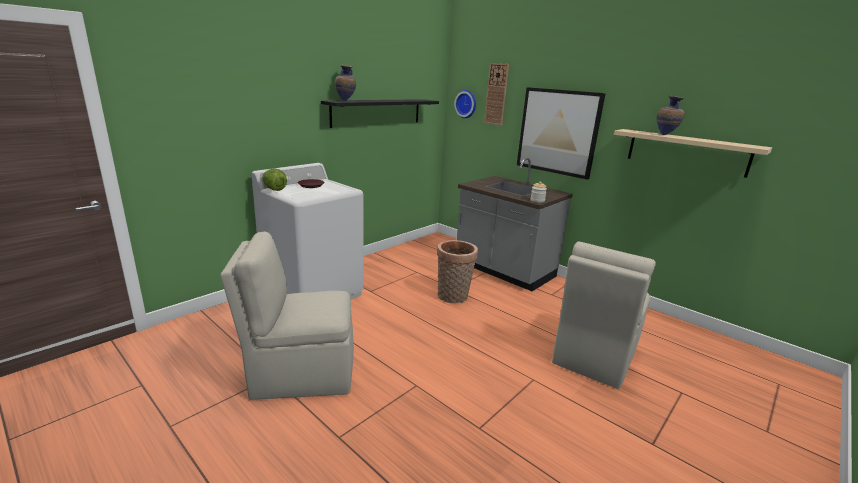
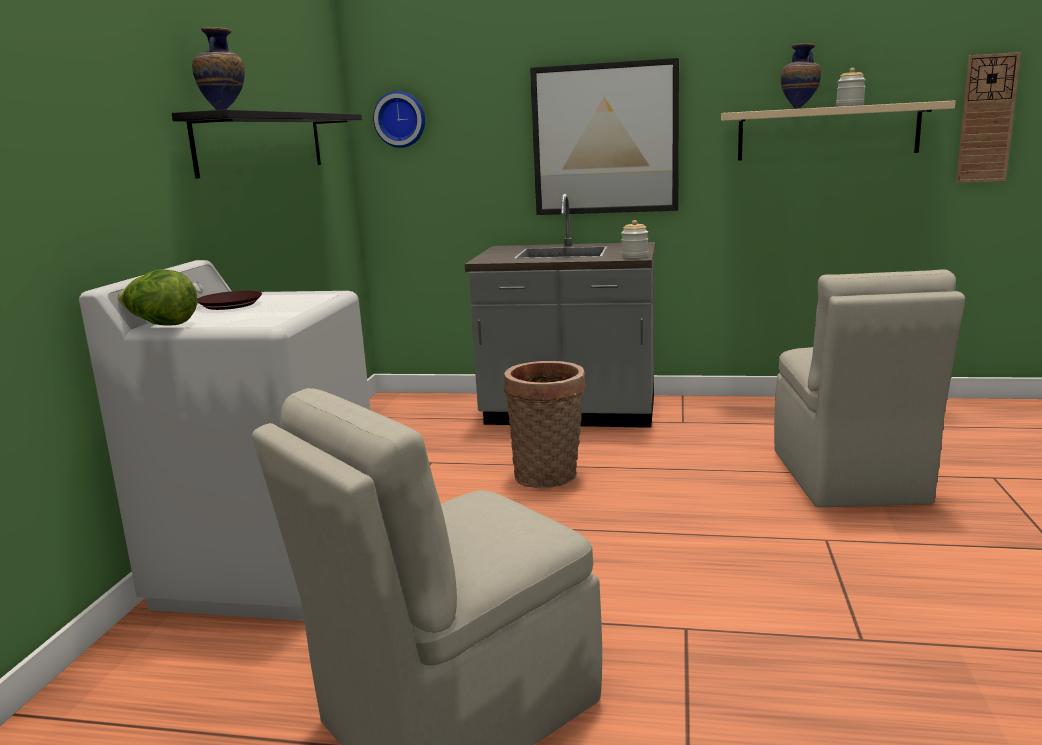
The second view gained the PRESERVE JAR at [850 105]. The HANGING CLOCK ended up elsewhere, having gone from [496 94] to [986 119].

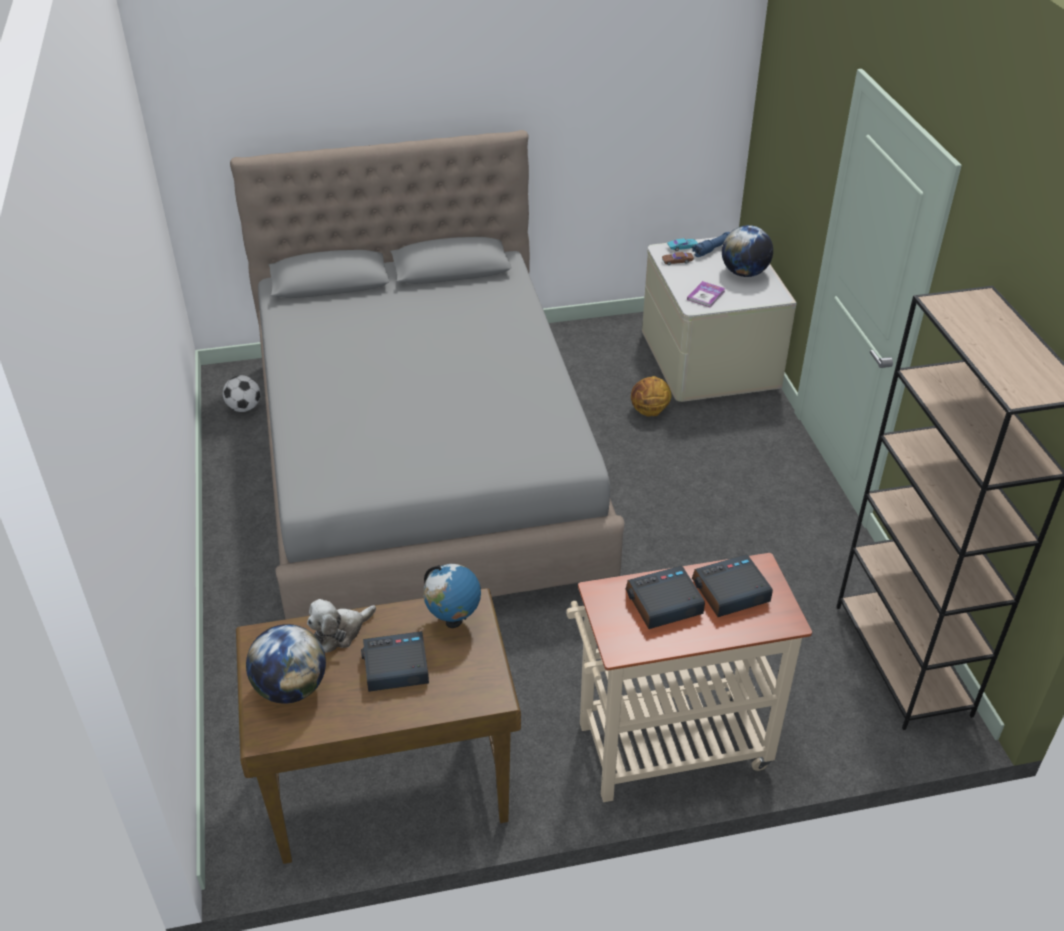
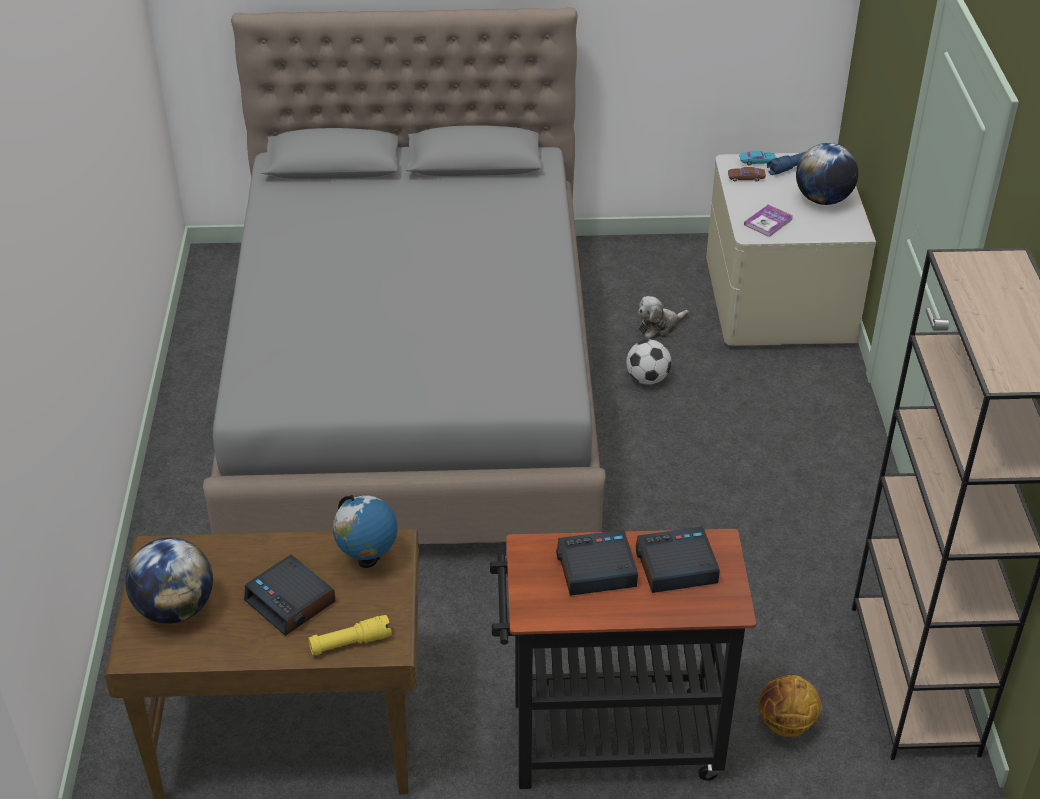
The ALARM CLOCK at [395 667] ended up facing another way, 135 degrees counterclockwise from before. The second view gained the YELLOWISH FLASHLIGHT at [350 643]. What was the BEIGE TROLLEY at [670 747] turned into the BLACKISH TROLLEY at [611 740]. The FOOTBALL BALL ended up elsewhere, having gone from [244 408] to [647 379]. The CUDDLY TOY ended up elsewhere, having gone from [340 632] to [659 327]. The BALL FOR BASKETBALL ended up elsewhere, having gone from [649 411] to [785 724].

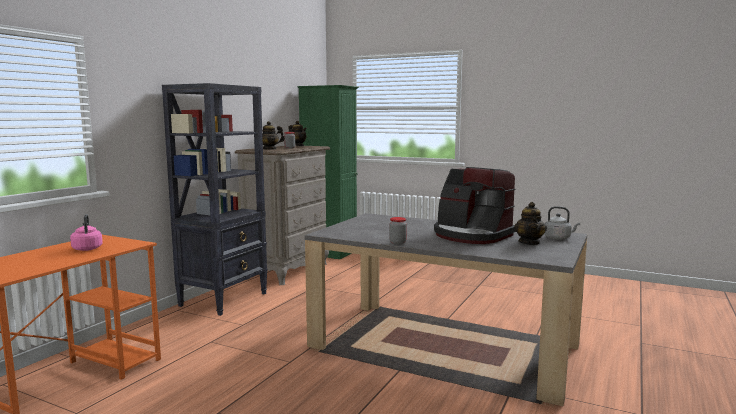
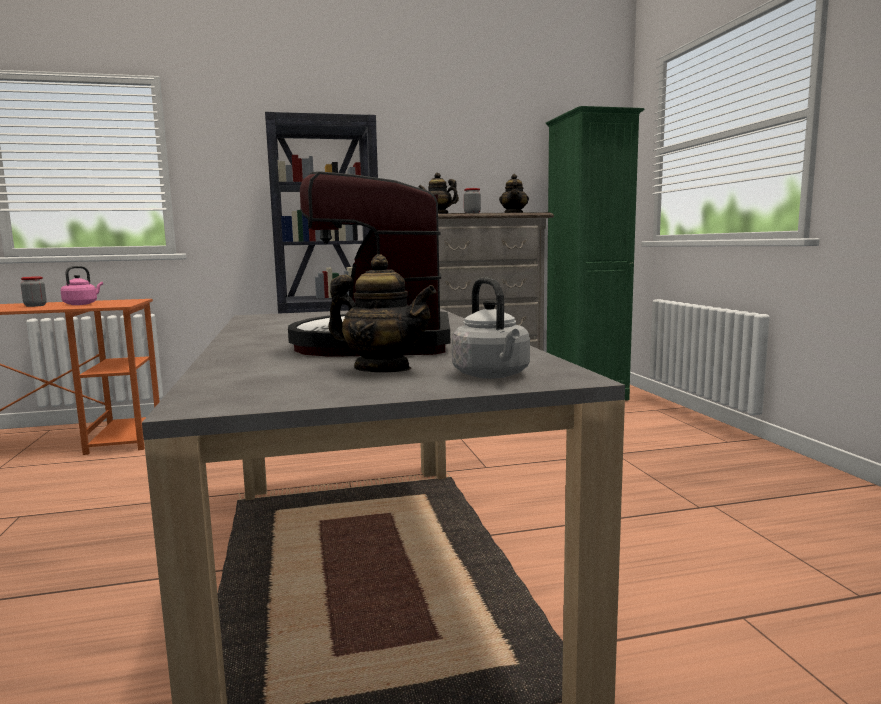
The PRESERVE JAR ended up elsewhere, having gone from [397 242] to [35 306]. The POT FOR TEA at [529 243] ended up facing another way, 120 degrees counterclockwise from before.

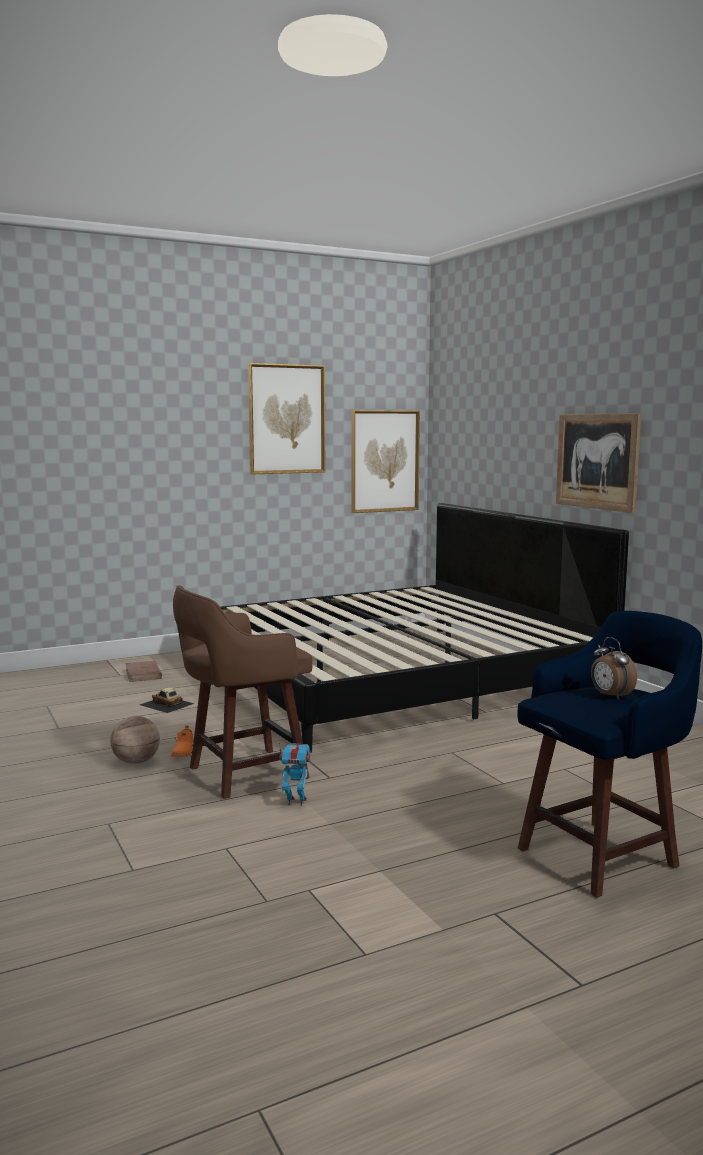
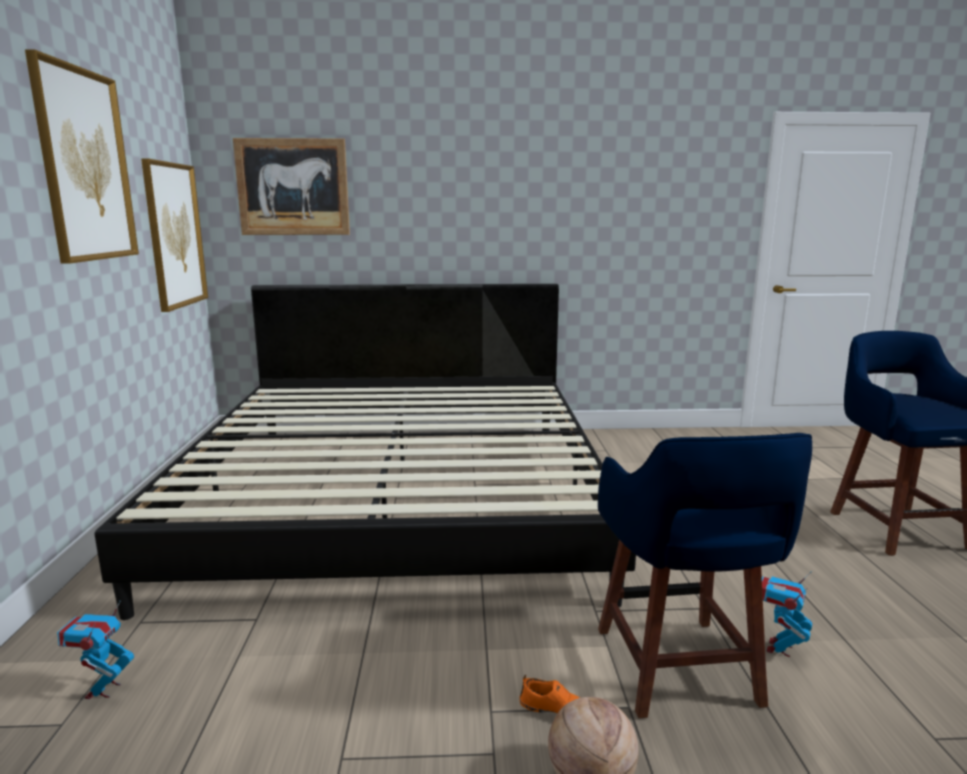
Where the BROWN BOUND BOOK stood at [143 674], the TOY ROBOT came to stand at [103 690]. The WALL PICTURE ended up elsewhere, having gone from [597 461] to [293 187]. What was the BROWN SITTING STOOL at [243 774] turned into the BLUISH SITTING STOOL at [678 671]. The second view lost the MODEL CAR at [166 704]. The second view lost the ALARM CLOCK at [610 696].

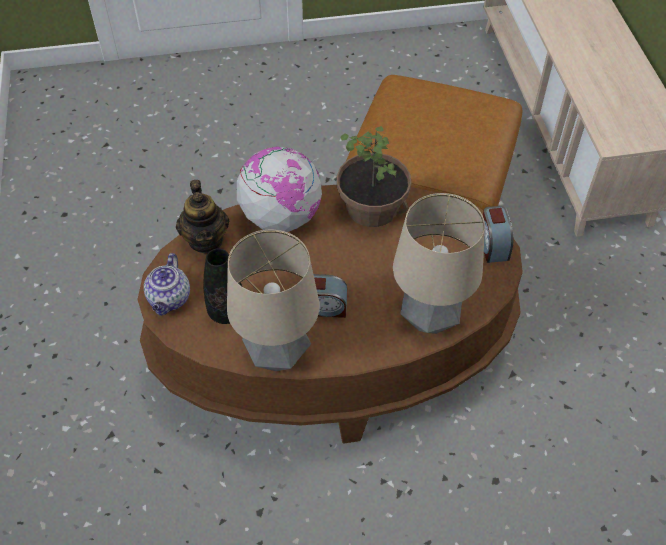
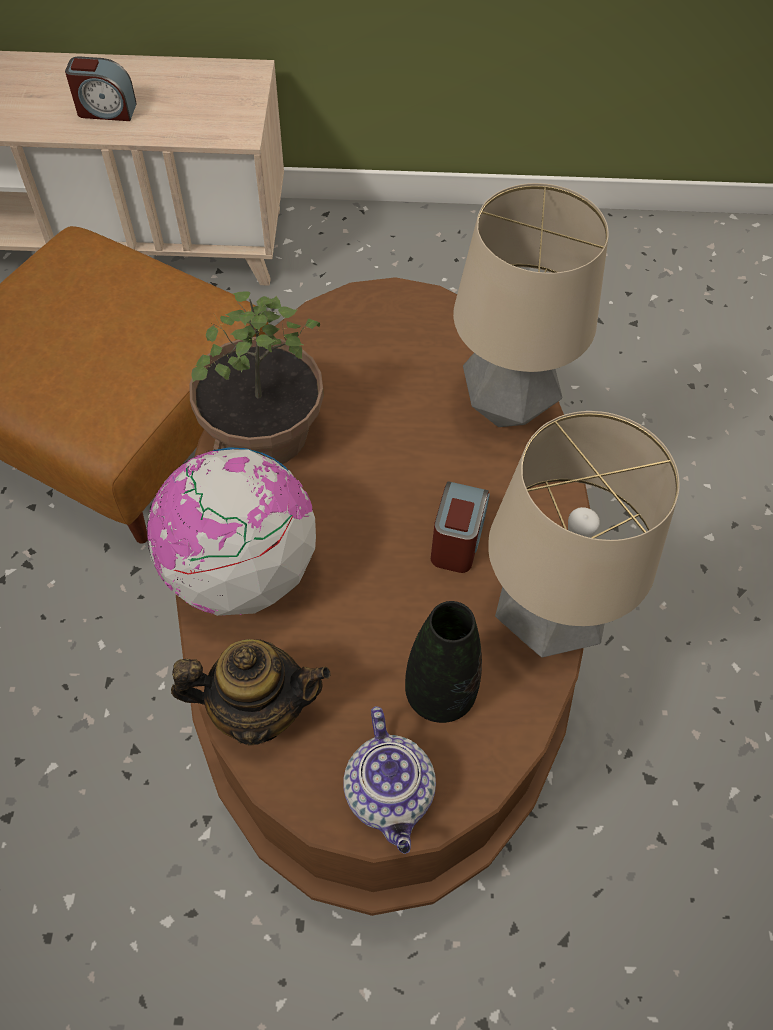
The ALARM CLOCK ended up elsewhere, having gone from [493 245] to [106 110]. The POT FOR TEA at [169 299] ended up facing another way, 60 degrees clockwise from before.

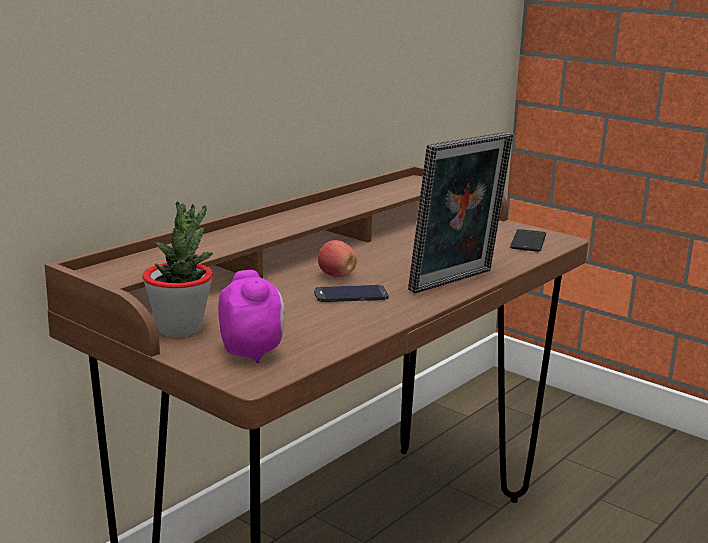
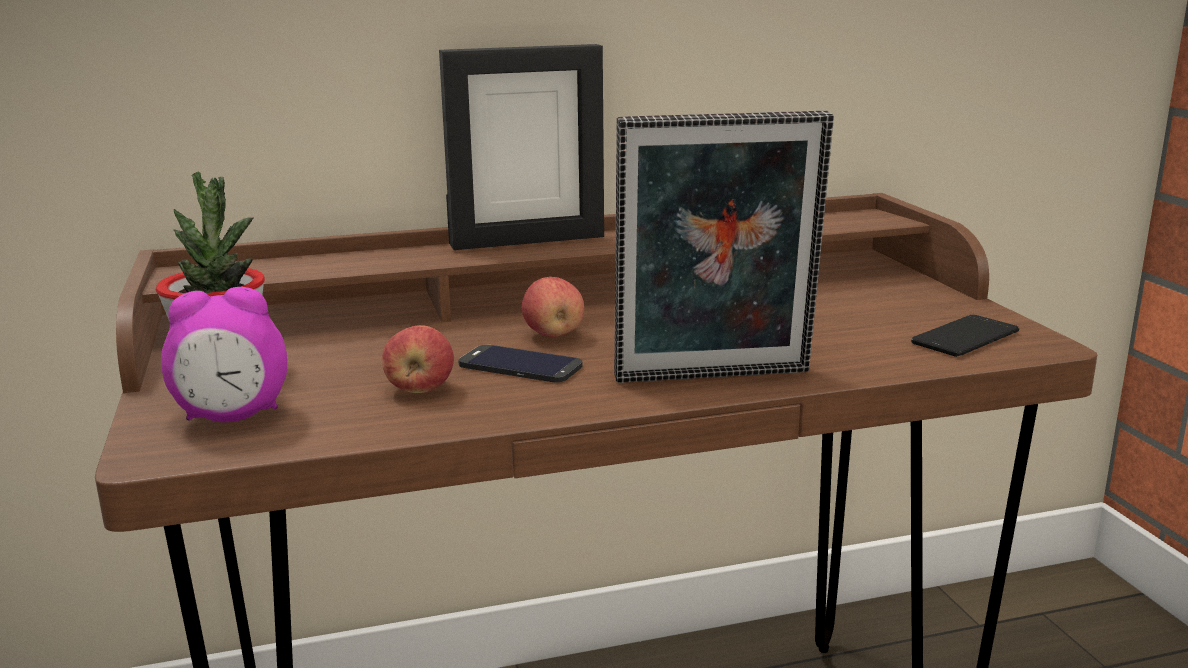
The ALARM CLOCK at [252 353] ended up facing another way, 60 degrees clockwise from before. The second view gained the APPLE FRUIT at [420 389]. The second view gained the PICTURE FRAME at [527 240].

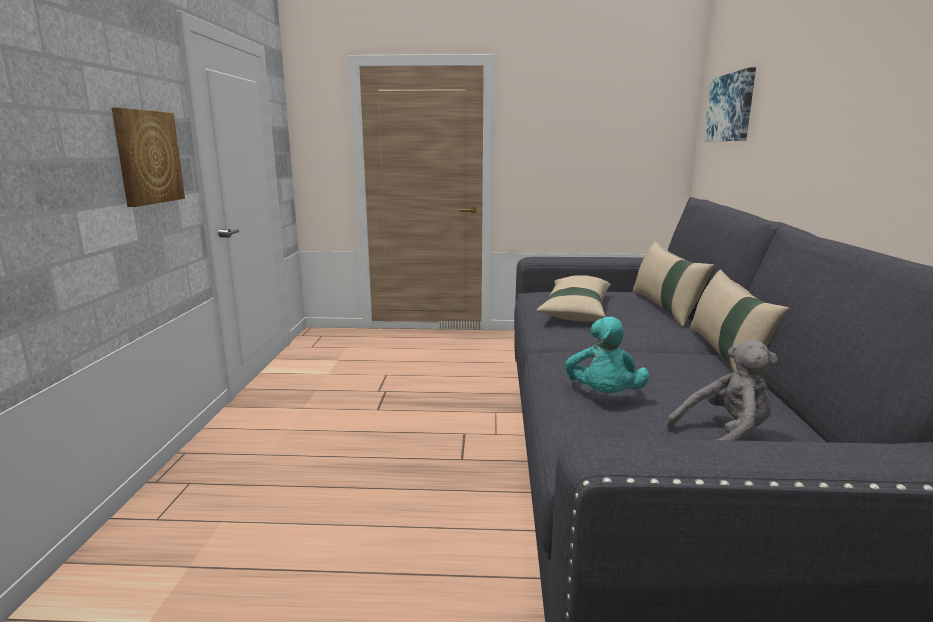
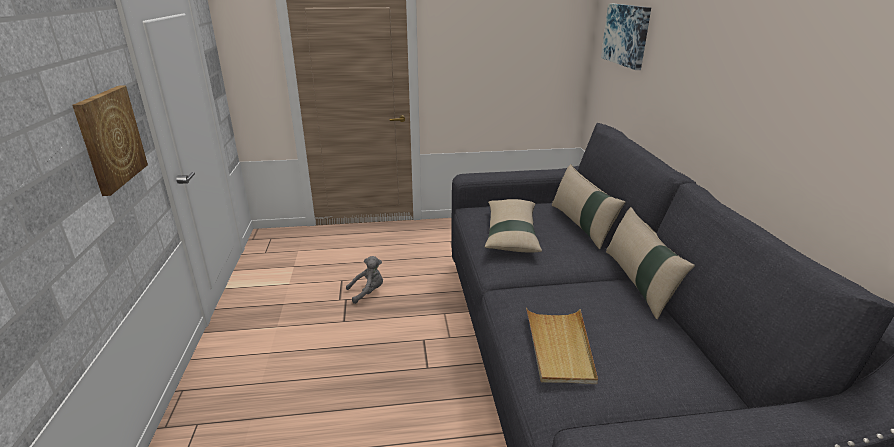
The GREY CUDDLY TOY ended up elsewhere, having gone from [724 437] to [368 292]. Where the TURQUOISE CUDDLY TOY stood at [603 396], the BEIGE SERVING TRAY came to stand at [559 347].

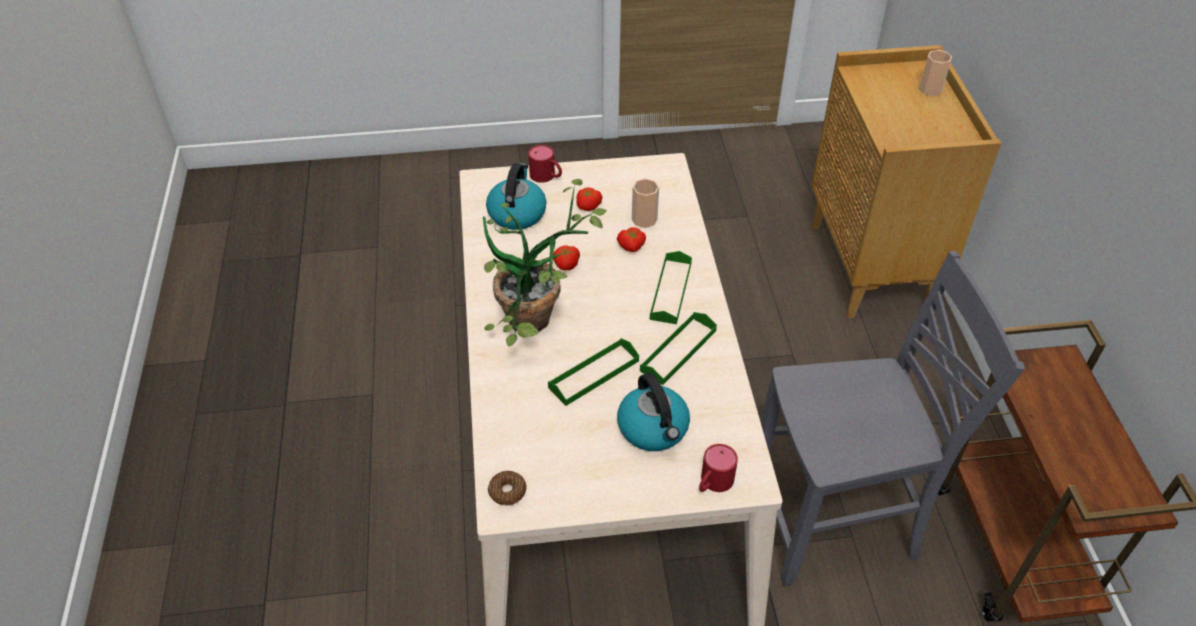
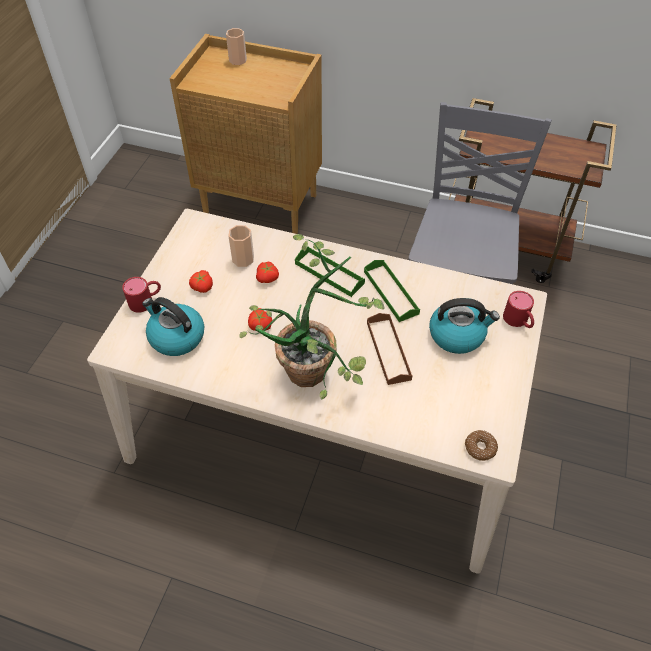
What was the GREEN SERVING TRAY at [594 374] turned into the BROWN SERVING TRAY at [388 350].

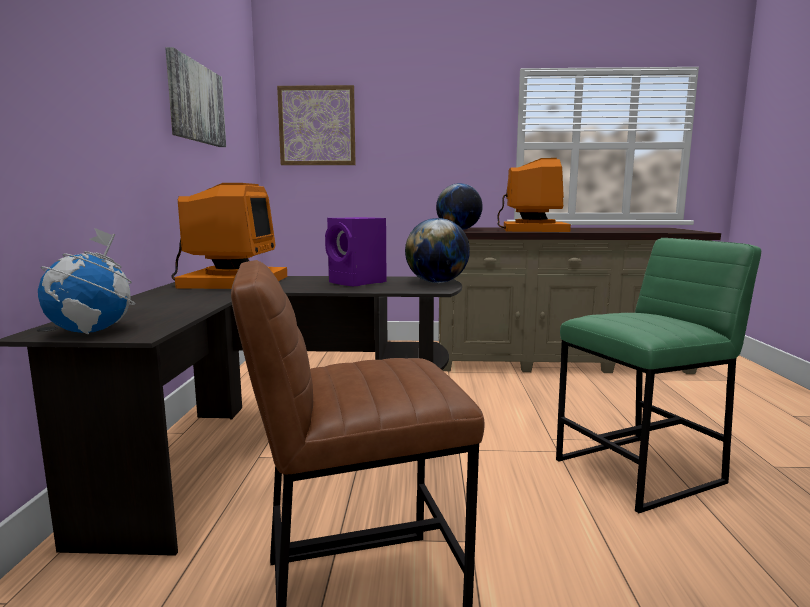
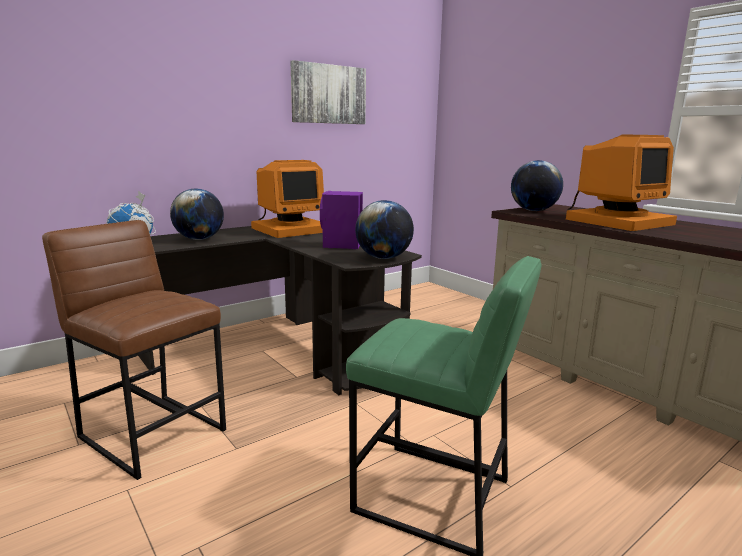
The second view gained the WORLD GLOBE at [199 239]. The second view lost the WALL PICTURE at [317 125].

